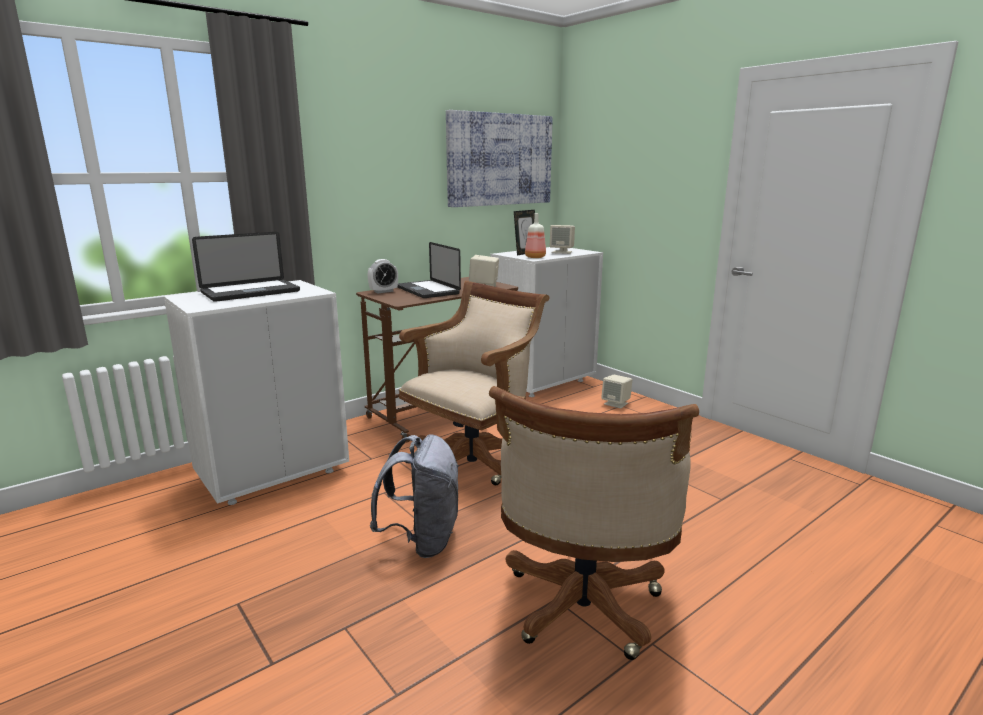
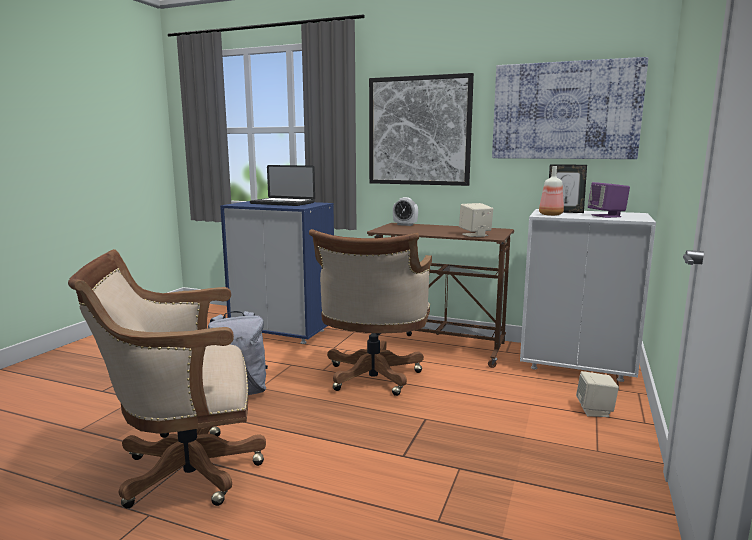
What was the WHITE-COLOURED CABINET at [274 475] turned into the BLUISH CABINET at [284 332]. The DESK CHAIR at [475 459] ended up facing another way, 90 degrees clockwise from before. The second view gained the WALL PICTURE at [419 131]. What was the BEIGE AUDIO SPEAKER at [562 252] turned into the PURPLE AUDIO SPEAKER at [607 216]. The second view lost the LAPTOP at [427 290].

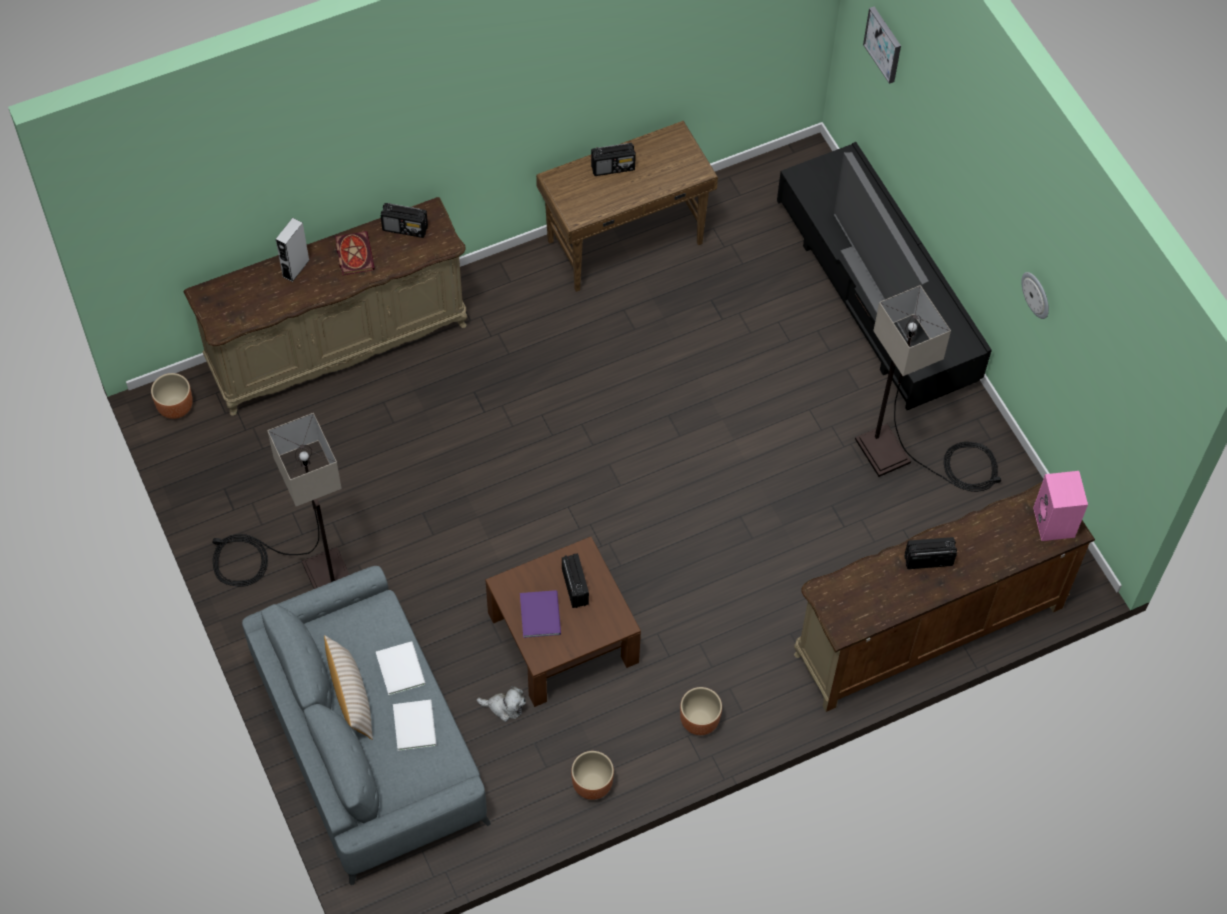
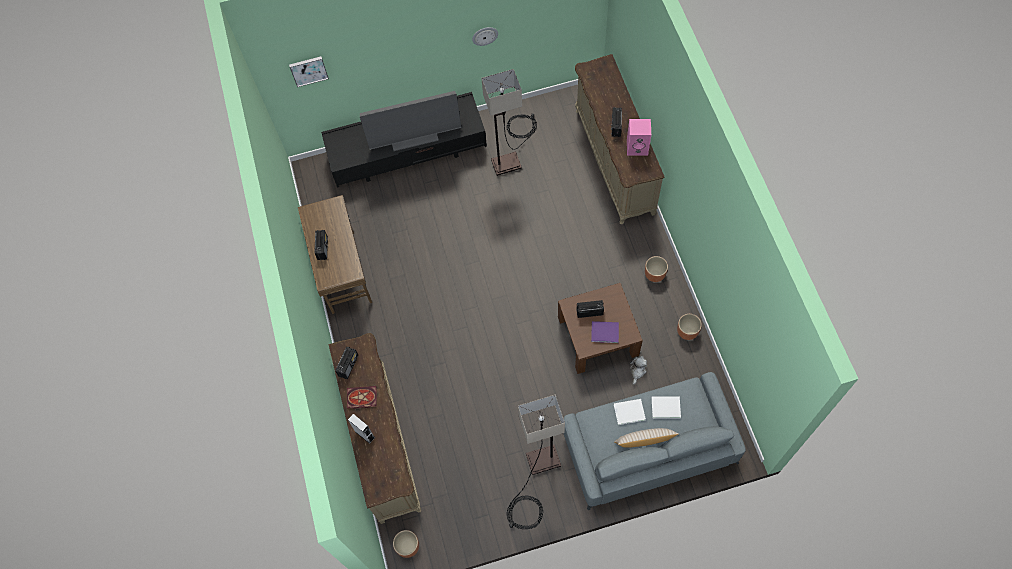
The PINKISH AUDIO SPEAKER ended up elsewhere, having gone from [1055 523] to [637 147].

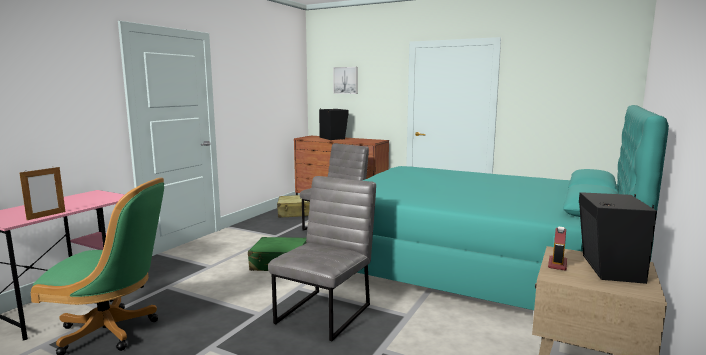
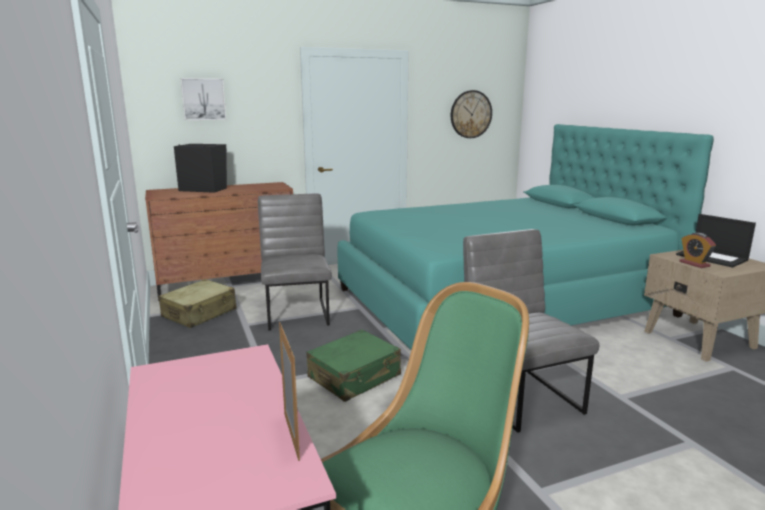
The second view gained the HANGING CLOCK at [470 114]. Where the BLACKISH AUDIO SPEAKER stood at [608 268], the LAPTOP came to stand at [712 257].

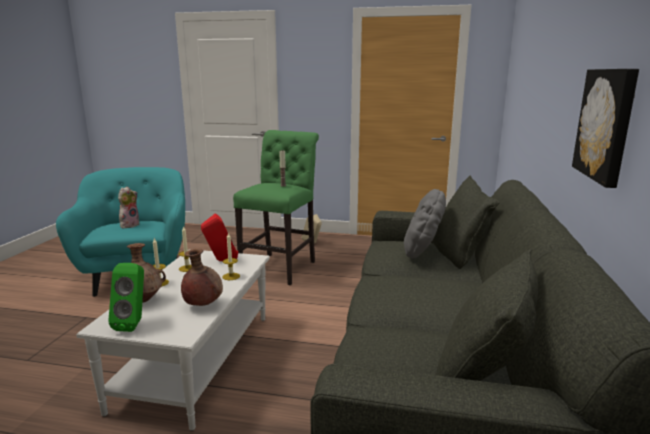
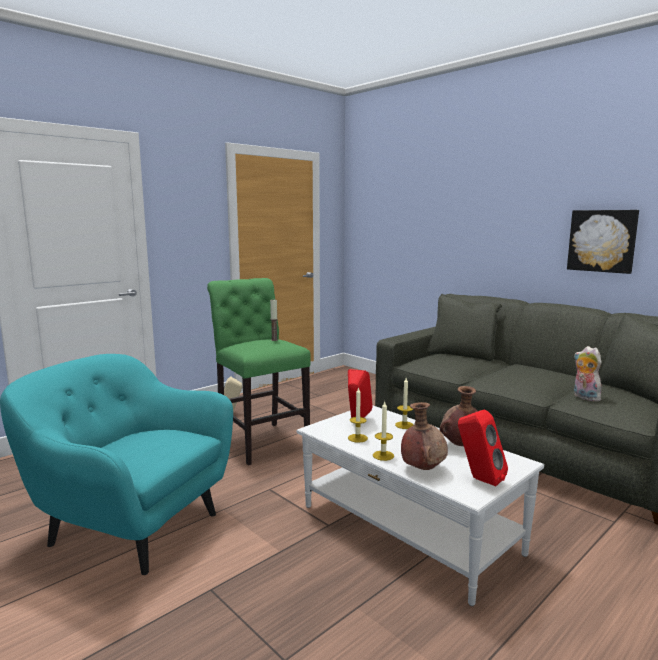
What was the GREEN AUDIO SPEAKER at [134 324] turned into the RED-COLOURED AUDIO SPEAKER at [479 479]. The CUDDLY TOY ended up elsewhere, having gone from [129 225] to [584 397]. The second view lost the GREY THROW PILLOW at [422 253].

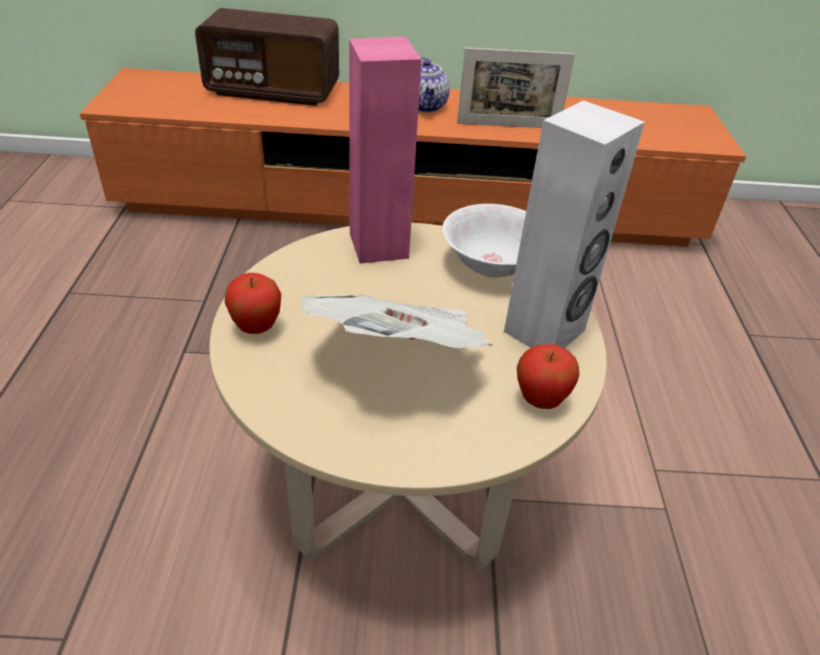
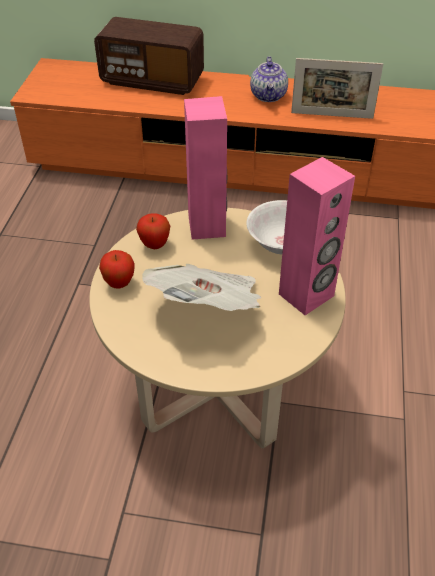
The APPLE FRUIT ended up elsewhere, having gone from [540 400] to [154 245]. What was the WHITE-COLOURED AUDIO SPEAKER at [545 331] turned into the PINKISH AUDIO SPEAKER at [306 295].

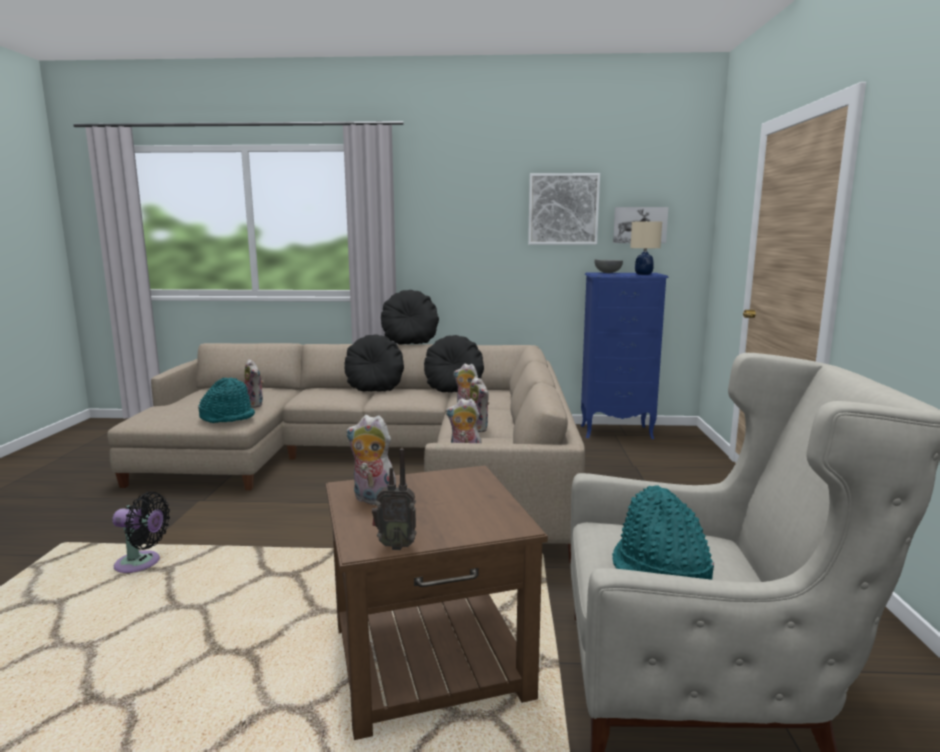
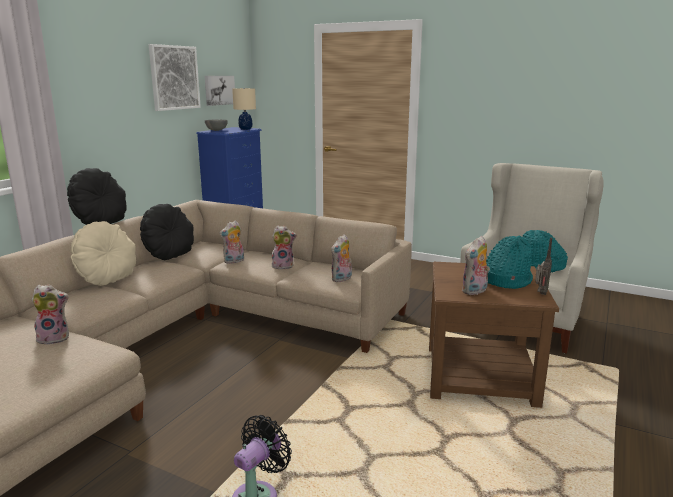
What was the BLACKISH THROW PILLOW at [375 390] turned into the BEIGE THROW PILLOW at [108 281]. The TURQUOISE CLOTHING HAT ended up elsewhere, having gone from [228 417] to [505 280].

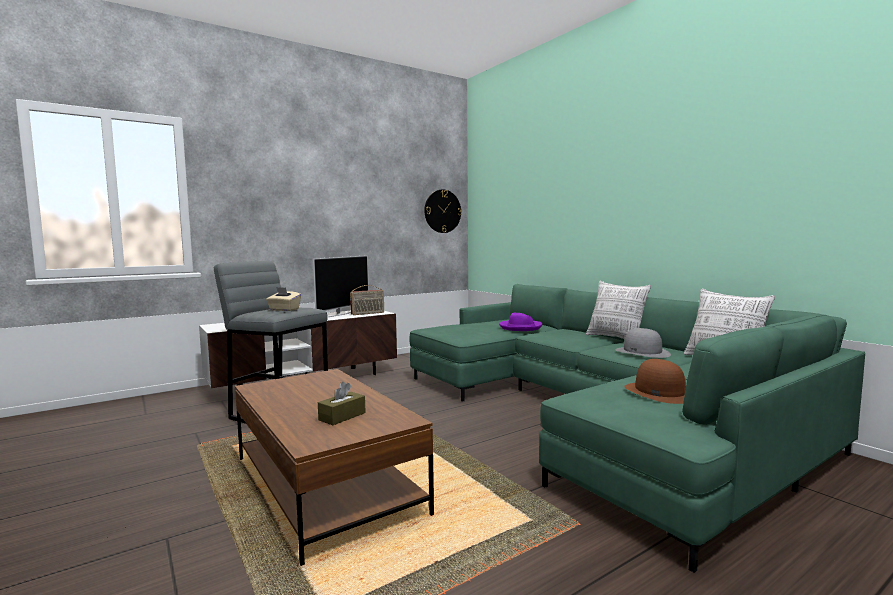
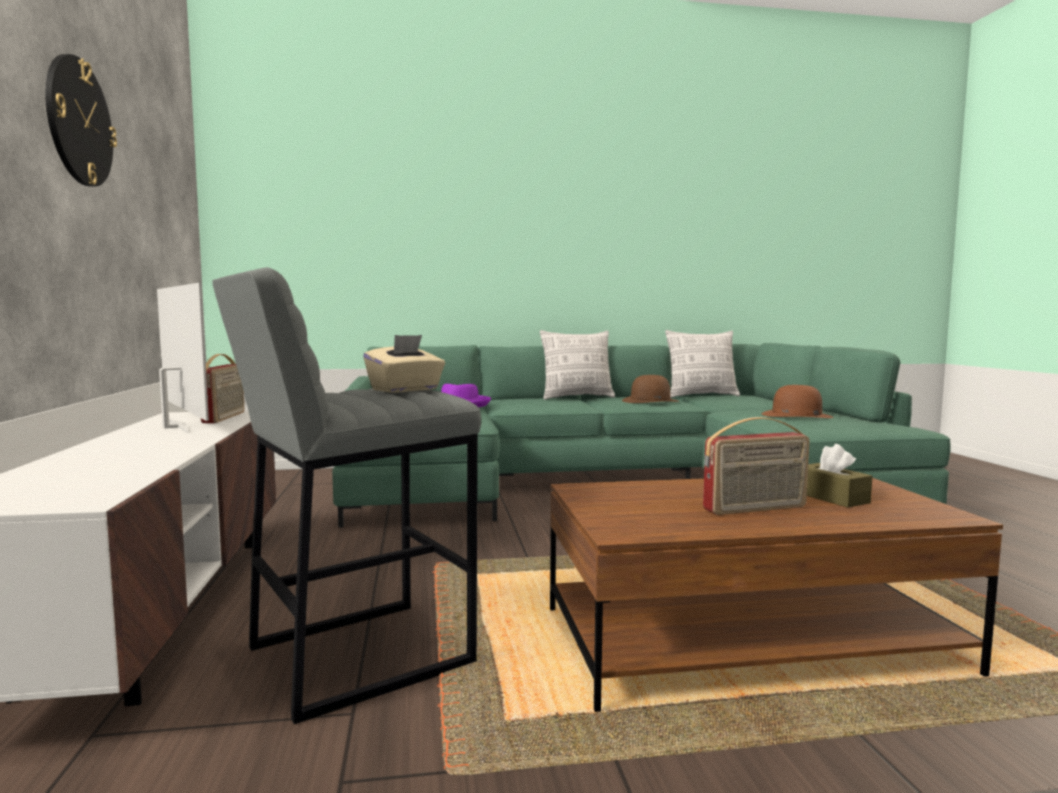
The HANGING CLOCK ended up elsewhere, having gone from [442 211] to [79 122]. What was the GREY CLOTHING HAT at [642 352] turned into the BROWN CLOTHING HAT at [650 401]. The second view gained the RADIO SET at [755 509].

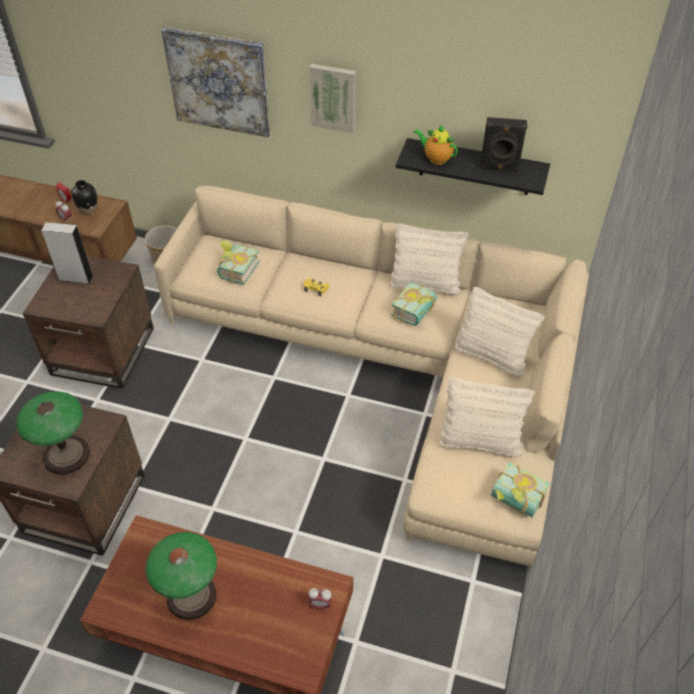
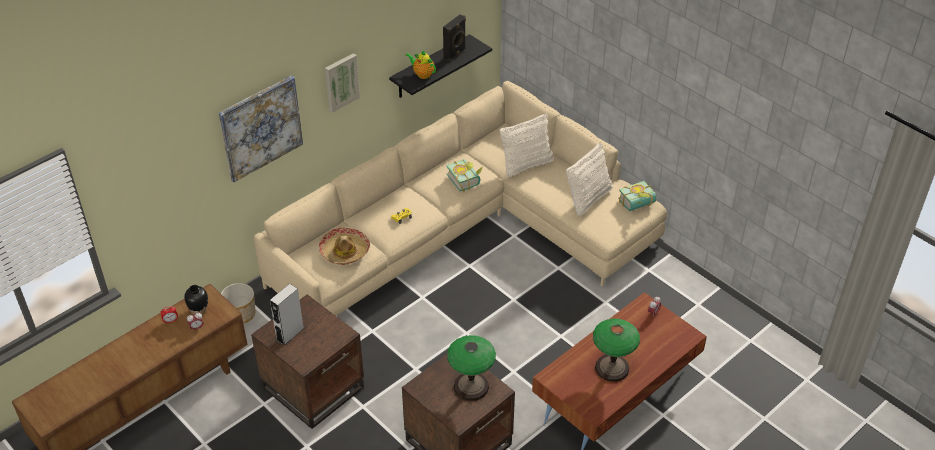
Where the BOUND BOOK stood at [235 270], the CLOTHING HAT came to stand at [345 251]. The POT FOR TEA at [436 158] ended up facing another way, 60 degrees clockwise from before. The second view lost the BEIGE THROW PILLOW at [425 284].

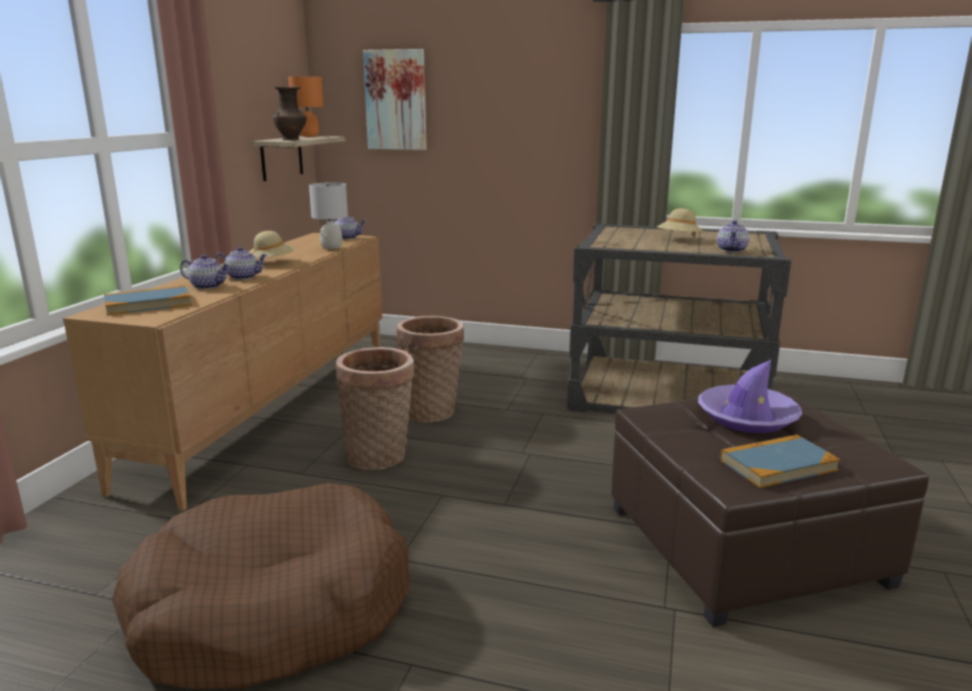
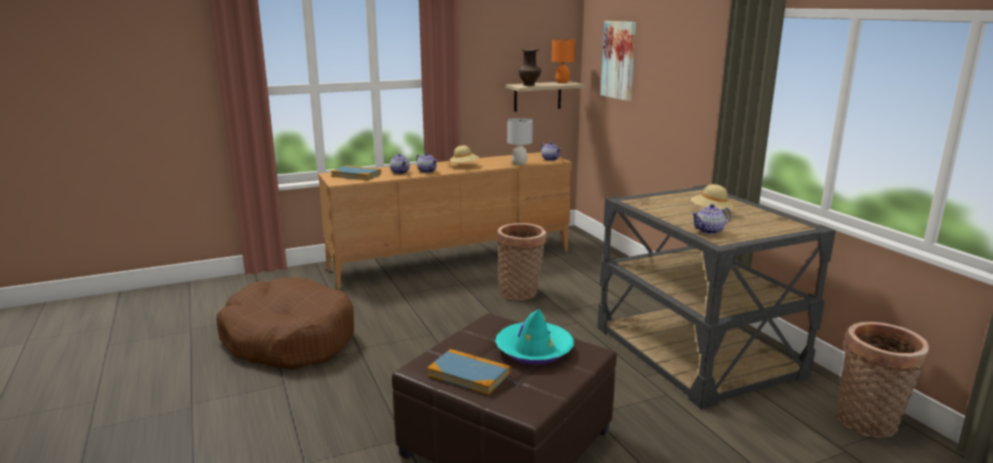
What was the PURPLE CLOTHING HAT at [747 417] turned into the TURQUOISE CLOTHING HAT at [534 350]. The BASKET ended up elsewhere, having gone from [380 457] to [870 424].

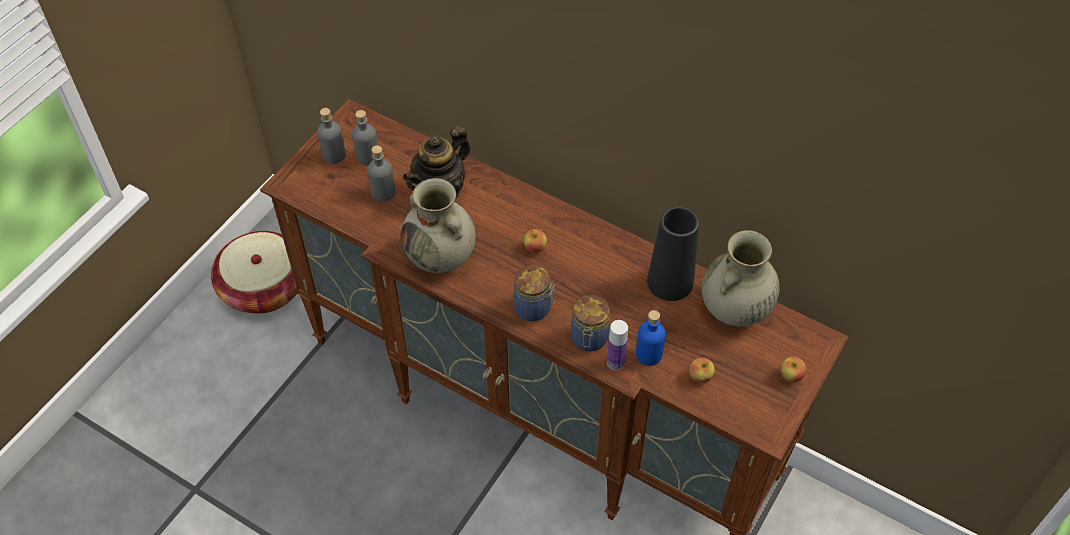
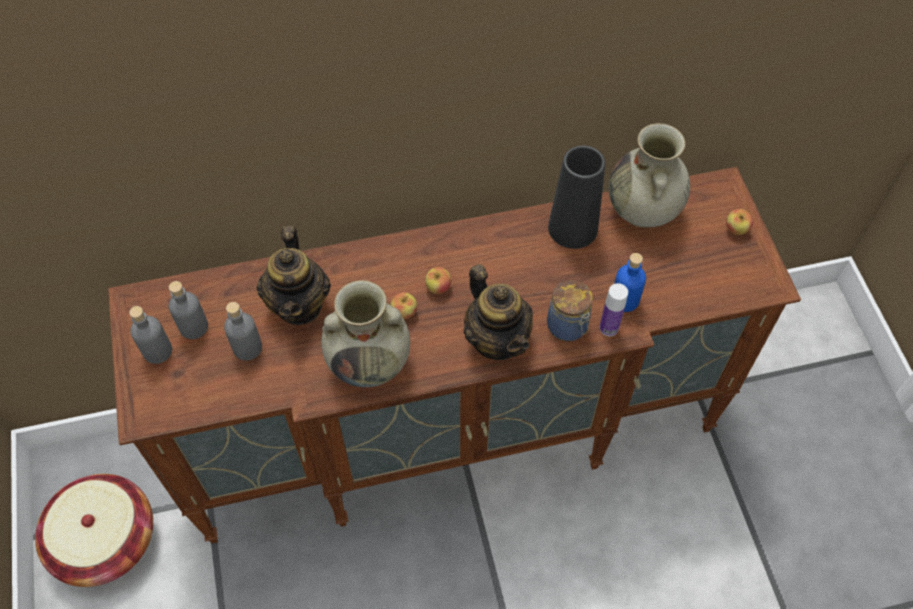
The APPLE FRUIT ended up elsewhere, having gone from [700 376] to [404 312]. Where the PRESERVE JAR stood at [534 308], the POT FOR TEA came to stand at [497 339].

